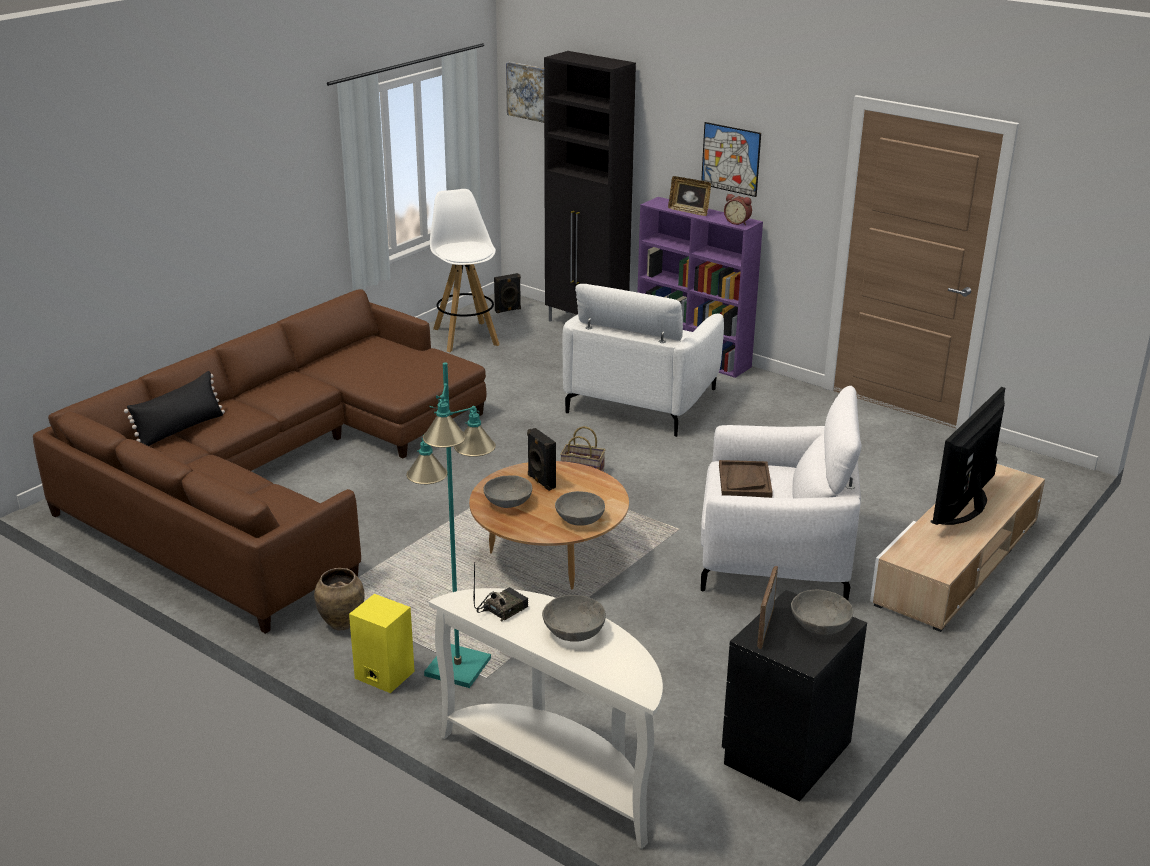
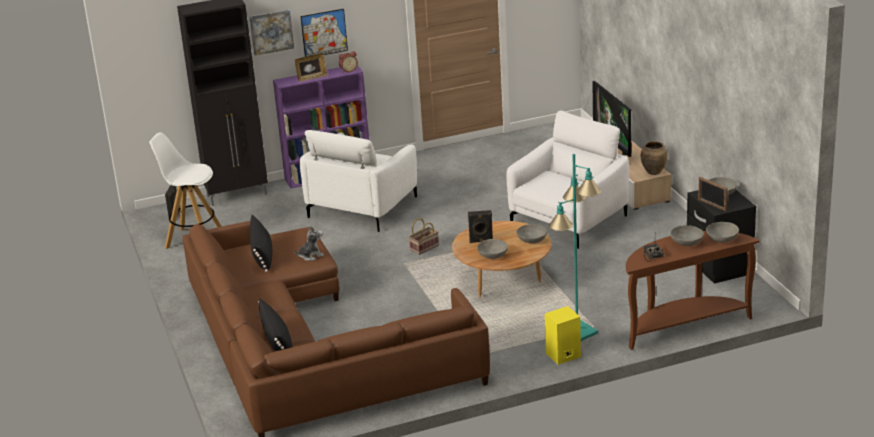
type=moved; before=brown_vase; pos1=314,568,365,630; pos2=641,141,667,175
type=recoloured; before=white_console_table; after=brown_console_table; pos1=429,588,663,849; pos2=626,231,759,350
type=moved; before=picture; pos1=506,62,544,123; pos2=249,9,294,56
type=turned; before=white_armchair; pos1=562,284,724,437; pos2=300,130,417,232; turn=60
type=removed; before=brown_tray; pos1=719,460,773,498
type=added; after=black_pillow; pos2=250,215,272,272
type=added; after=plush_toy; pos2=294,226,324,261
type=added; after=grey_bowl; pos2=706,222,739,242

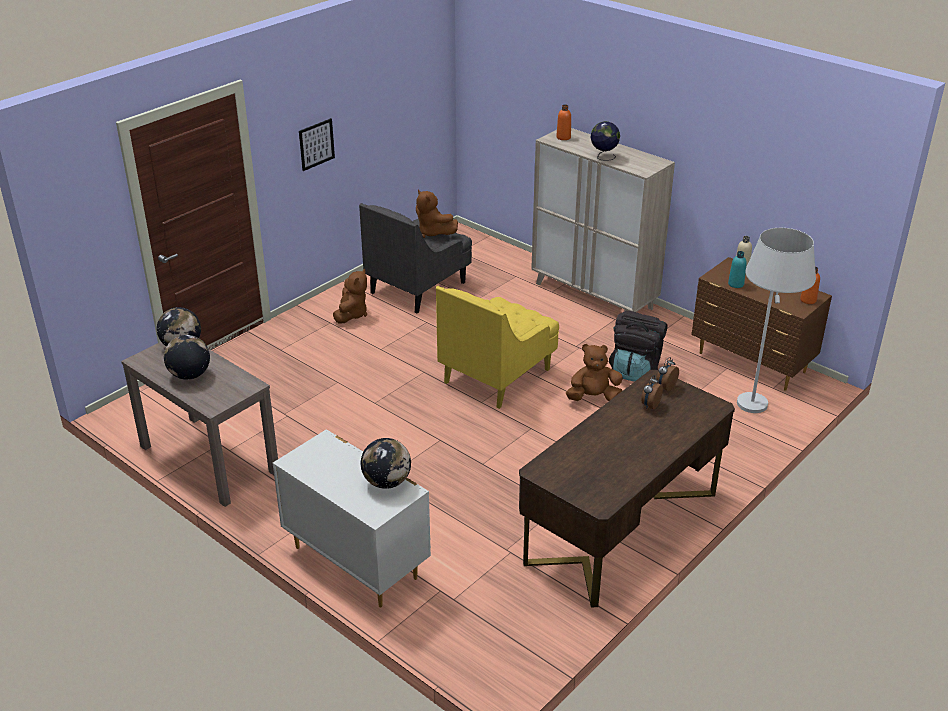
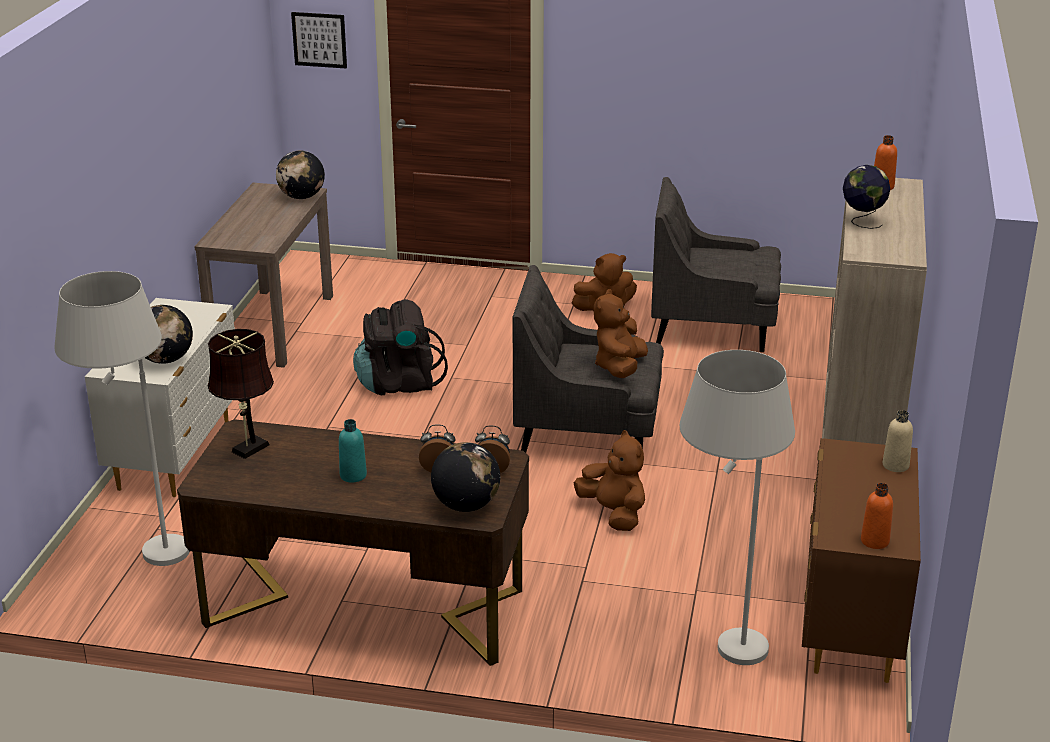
type=moved; before=globe; pos1=164,335,210,380; pos2=431,442,500,512
type=moved; before=picture; pos1=299,118,335,171; pos2=291,12,347,69
type=moved; before=brown_plush_toy; pos1=416,190,458,238; pos2=594,289,648,378
type=recoloured; before=yellow_armchair; after=grey_armchair; pos1=436,286,559,409; pos2=513,265,664,453
type=moved; before=black_backpack; pos1=609,311,667,382; pos2=353,299,448,395
type=moved; before=turquoise_bottle; pos1=728,251,747,288; pos2=339,419,367,482
type=added; after=white_floor_lamp; pos2=54,271,190,566
type=added; after=brown_table_lamp; pos2=208,329,274,459

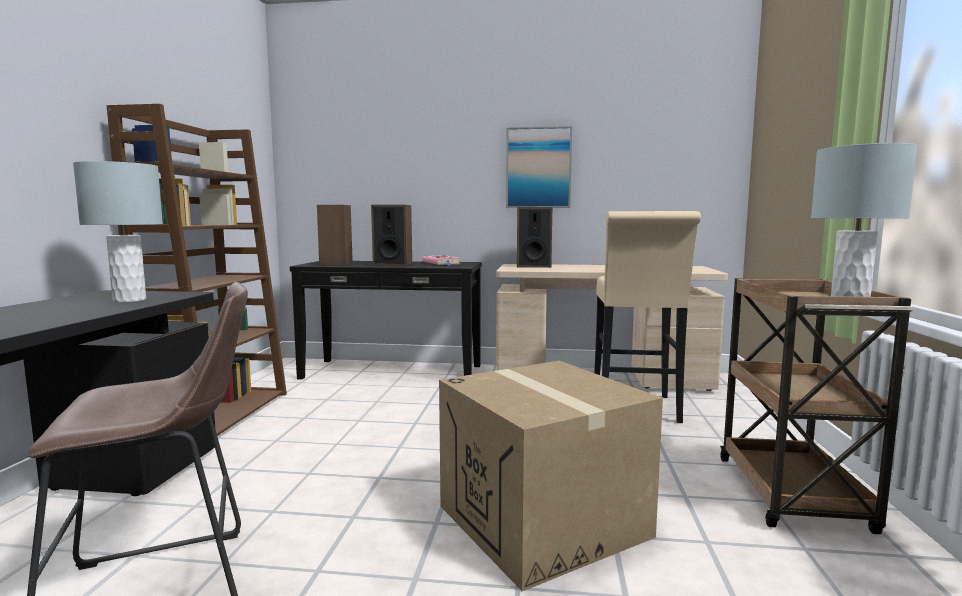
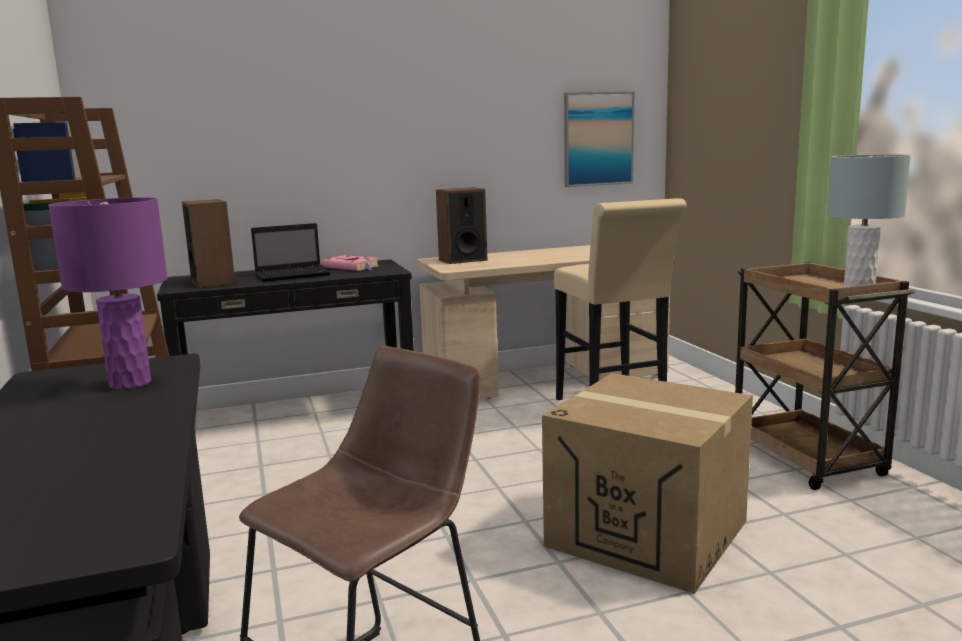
type=recoloured; before=grey_table_lamp; after=purple_table_lamp; pos1=73,161,163,302; pos2=48,197,168,390
type=replaced; before=speaker; after=laptop; pos1=371,205,412,266; pos2=251,223,330,282
type=moved; before=picture; pos1=506,126,572,208; pos2=564,92,634,187

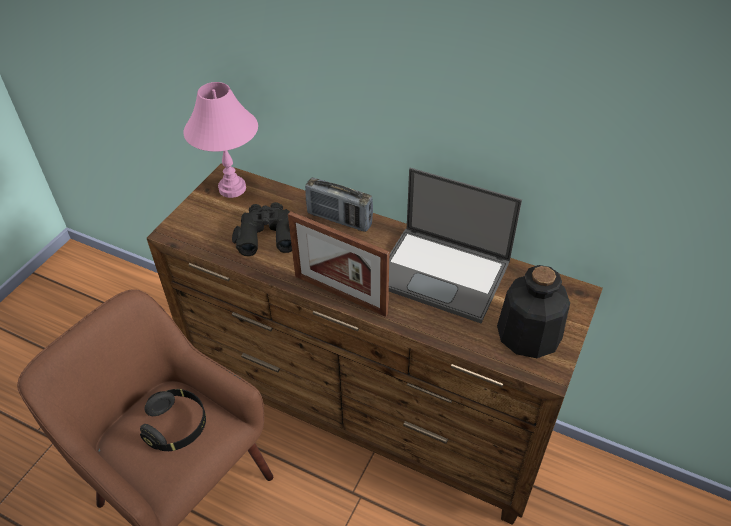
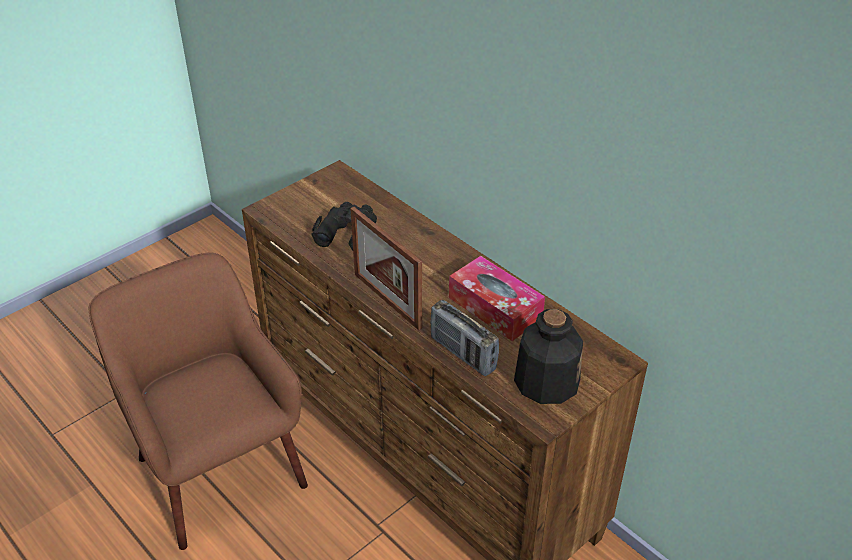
type=removed; before=black_headphones; pos1=140,389,206,452
type=removed; before=pink_table_lamp; pos1=184,82,258,198
type=moved; before=radio; pos1=305,177,373,232; pos2=430,300,499,376
type=replaced; before=laptop; after=tissue_box; pos1=389,168,522,323; pos2=449,256,545,341

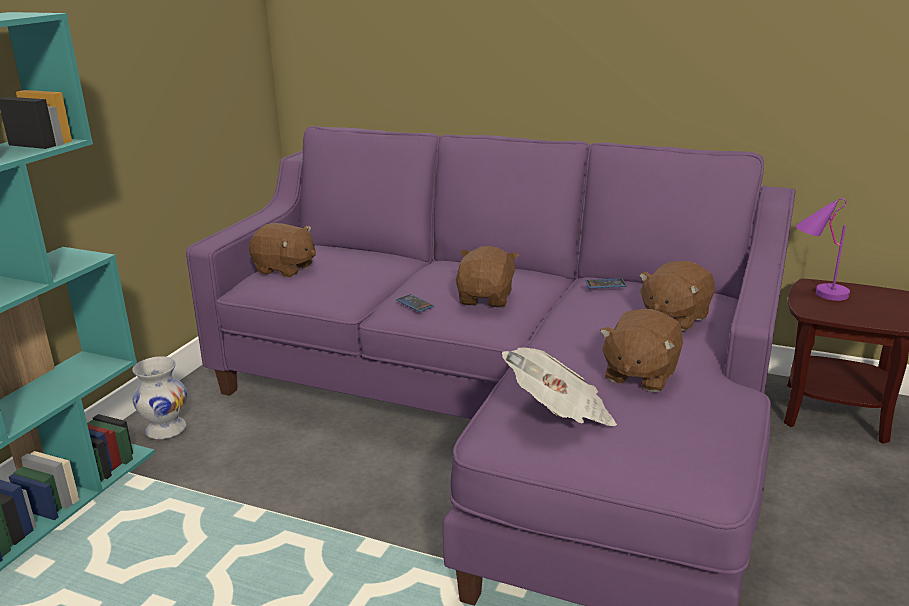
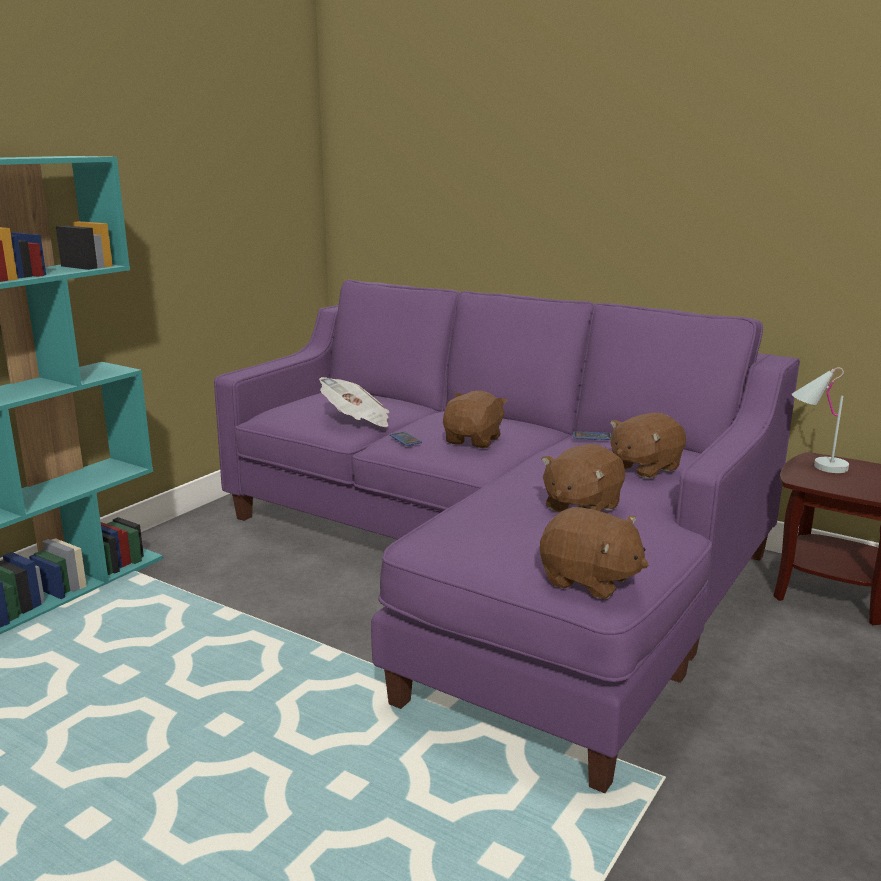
type=removed; before=white_vase; pos1=132,356,187,439
type=moved; before=brown_plush_toy; pos1=249,223,316,277; pos2=540,507,648,599
type=moved; before=newspaper; pos1=502,348,617,426; pos2=319,377,389,427
type=recoloured; before=purple_table_lamp; after=white_table_lamp; pos1=795,198,850,301; pos2=792,367,849,473

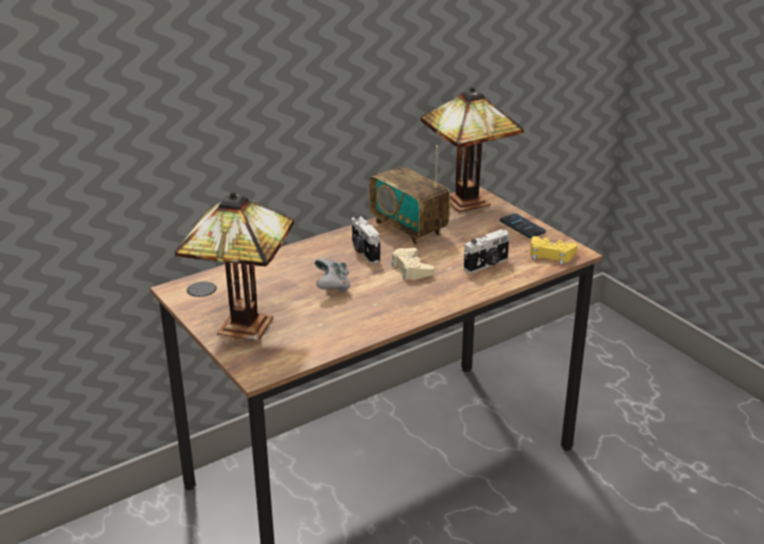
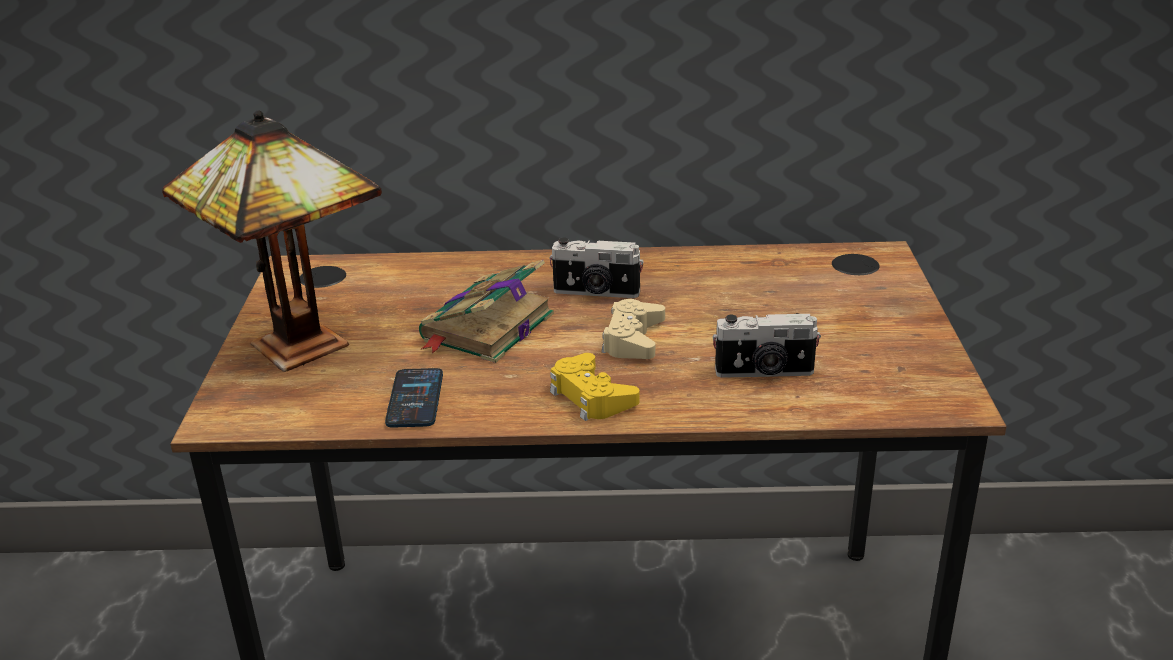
type=replaced; before=grey_game_controller; after=book; pos1=315,258,351,293; pos2=419,260,554,363
type=turned; before=photo_camera; pos1=352,214,380,264; pos2=549,237,644,298; turn=-90
type=removed; before=radio; pos1=369,145,450,245
type=removed; before=table_lamp; pos1=420,86,524,212
type=moved; before=phone; pos1=500,214,546,238; pos2=385,368,443,428
type=moved; before=yellow_game_controller; pos1=530,236,578,264; pos2=550,353,639,421

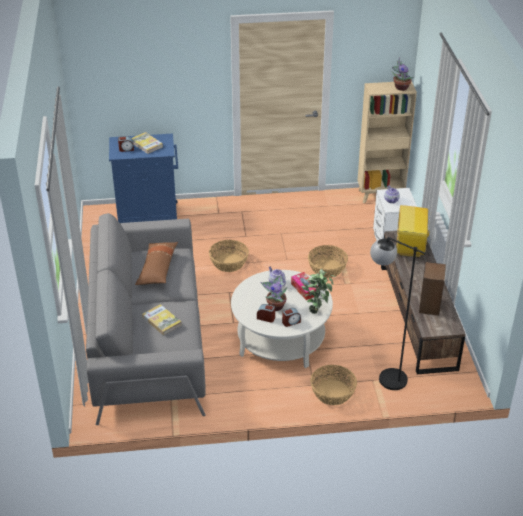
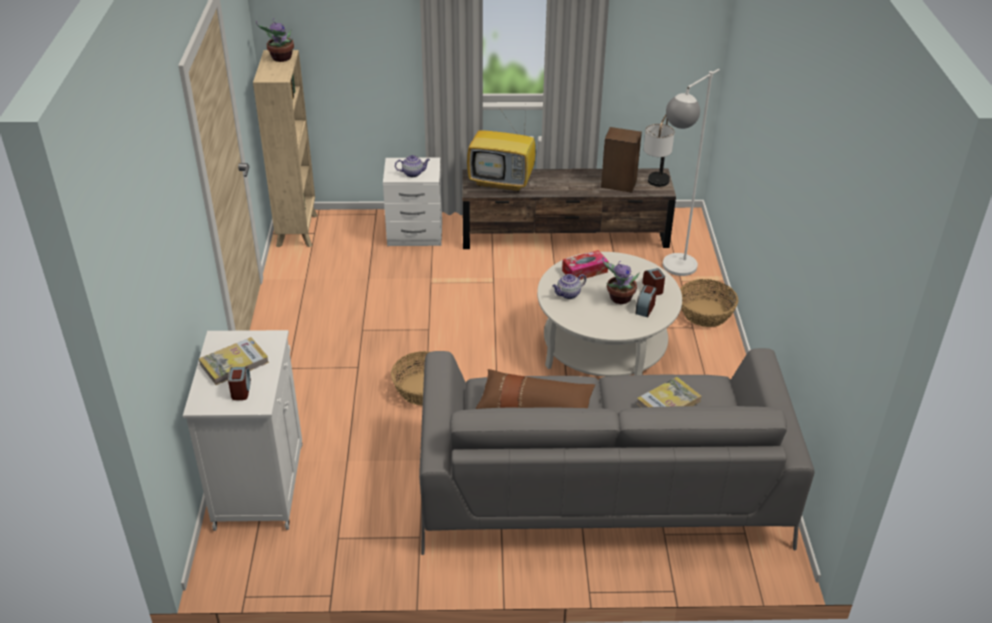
type=recoloured; before=blue_cabinet; after=white_cabinet; pos1=109,134,178,223; pos2=183,330,303,531
type=removed; before=potted_plant; pos1=301,269,335,314
type=removed; before=basket; pos1=308,245,348,278
type=recoloured; before=black_floor_lamp; after=white_floor_lamp; pos1=370,237,426,390; pos2=663,69,720,276
type=added; after=table_lamp; pos2=644,115,675,187

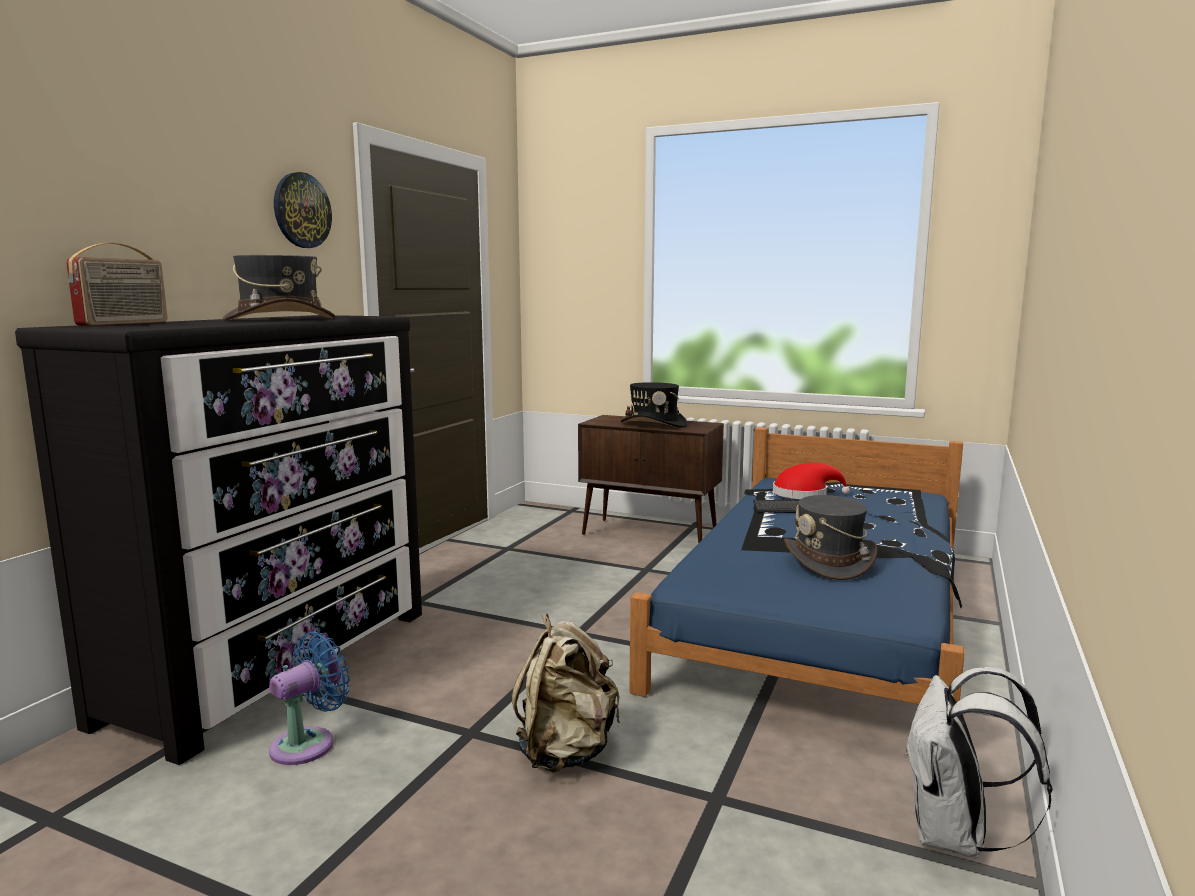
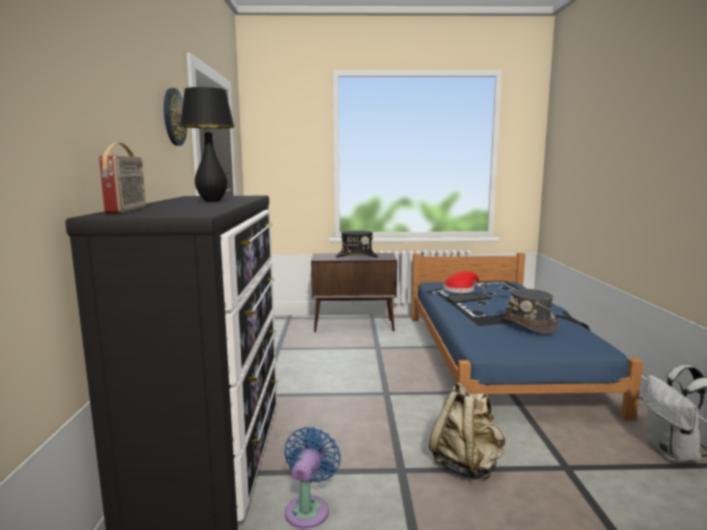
type=replaced; before=grey_hat; after=black_table_lamp; pos1=222,255,336,321; pos2=180,87,234,202

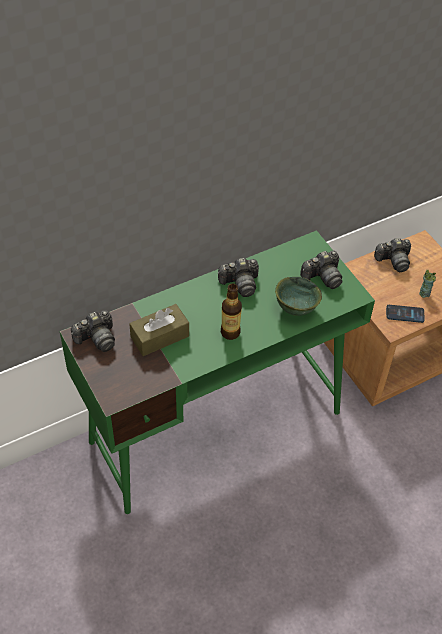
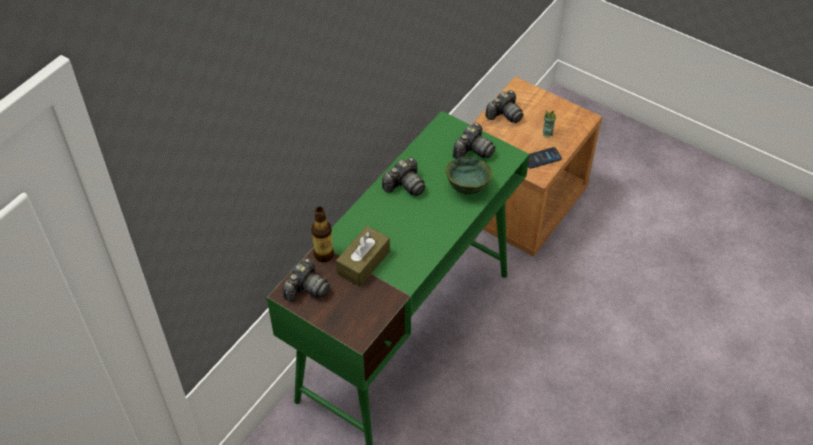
type=moved; before=bottle; pos1=221,284,242,340; pos2=311,207,334,262

